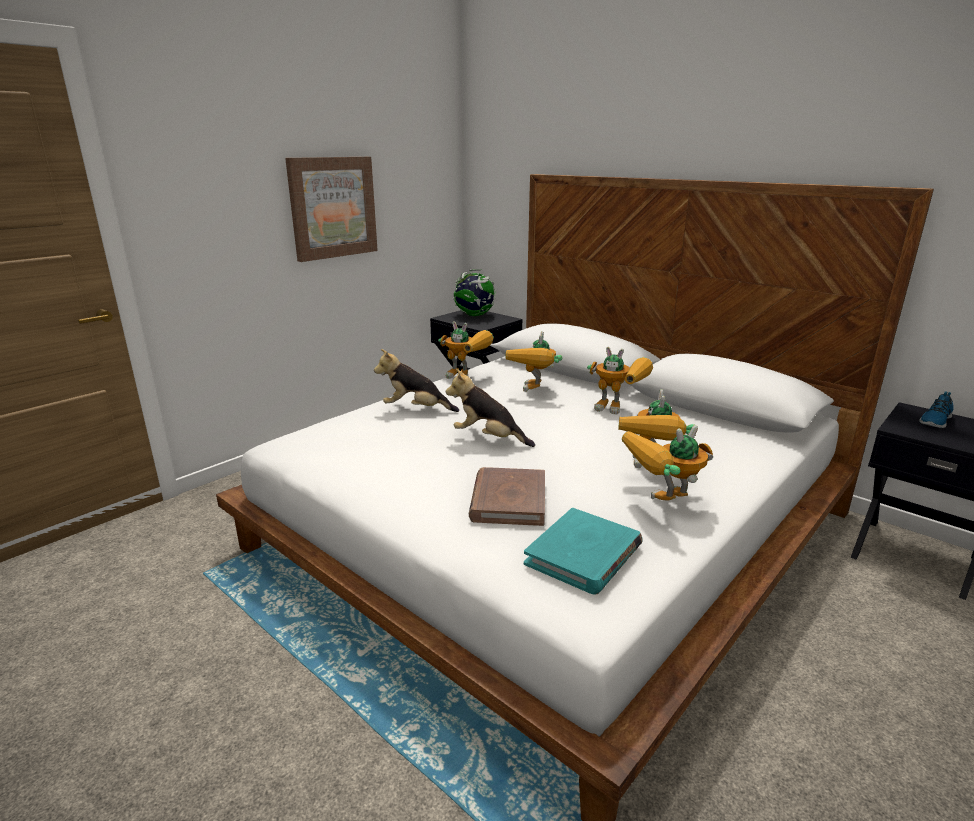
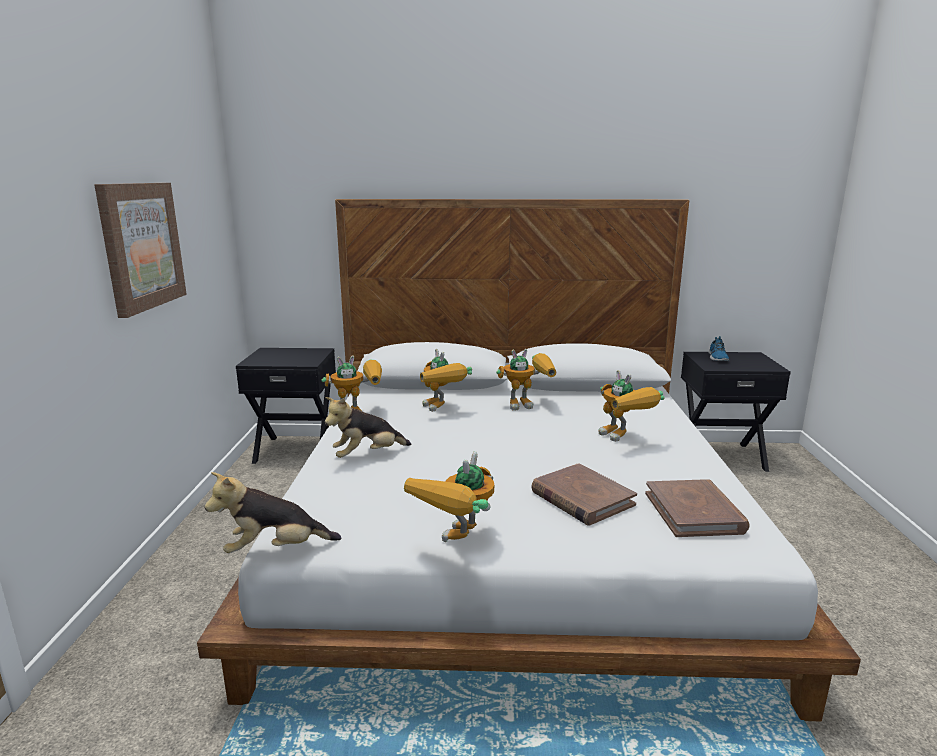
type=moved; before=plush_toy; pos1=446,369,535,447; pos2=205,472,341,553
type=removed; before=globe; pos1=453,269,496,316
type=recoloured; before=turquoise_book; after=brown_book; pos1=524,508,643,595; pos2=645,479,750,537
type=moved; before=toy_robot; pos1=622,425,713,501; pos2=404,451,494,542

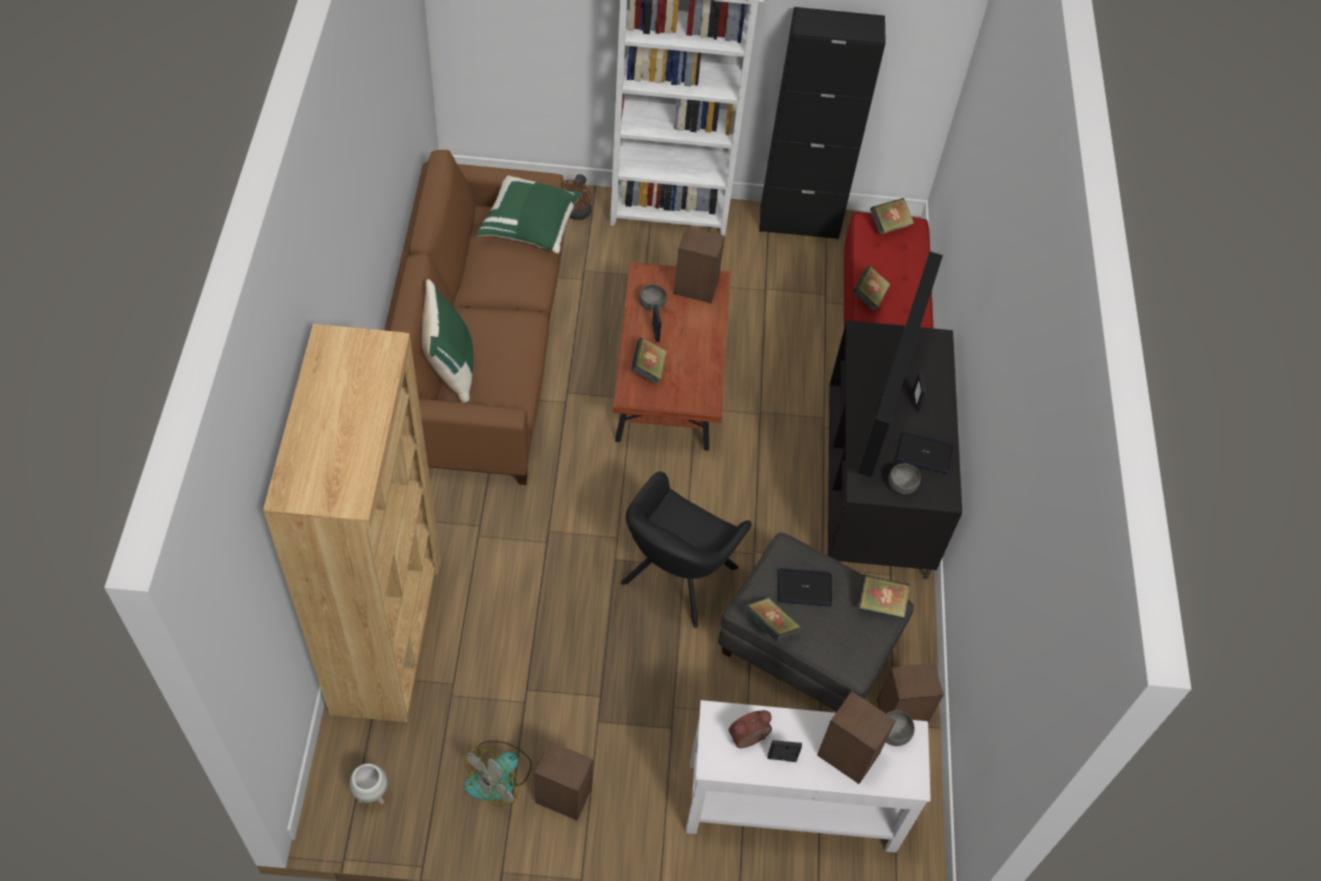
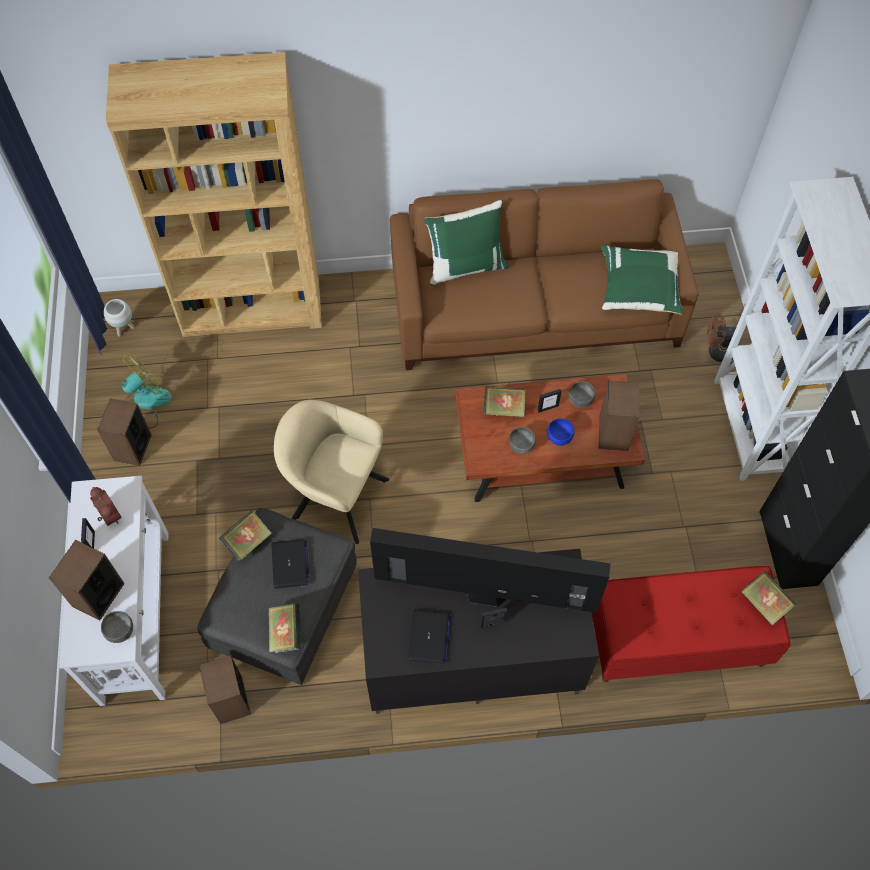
type=turned; before=fan; pos1=464,741,532,807; pos2=122,352,172,429; turn=105
type=recoloured; before=black_armchair; after=beige_armchair; pos1=621,472,751,628; pos2=274,400,389,544
type=removed; before=book; pos1=853,266,890,311
type=moved; before=grey_bowl; pos1=888,463,921,494; pos2=509,427,536,454
type=added; after=blue_bowl; pos2=547,418,574,446

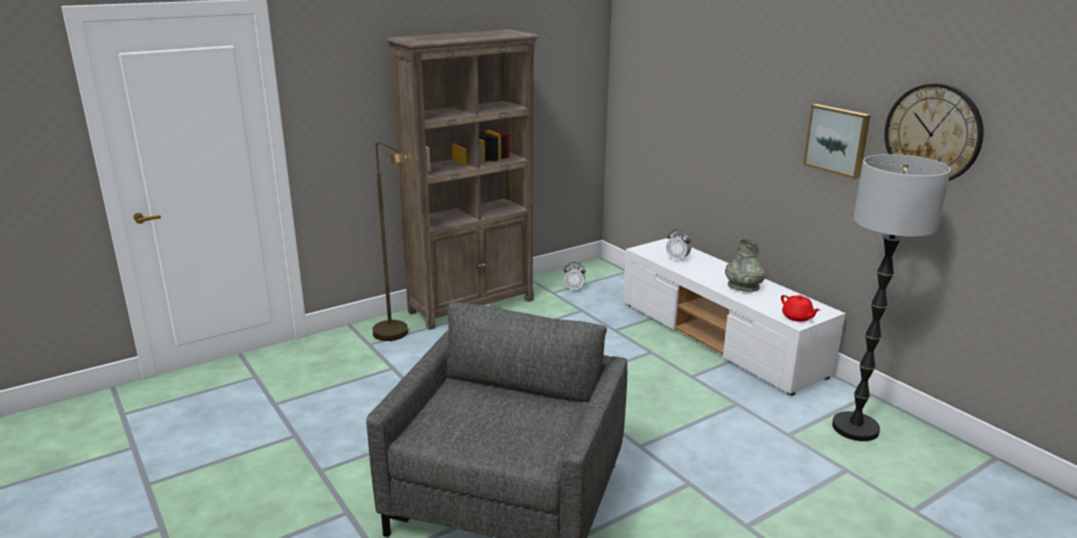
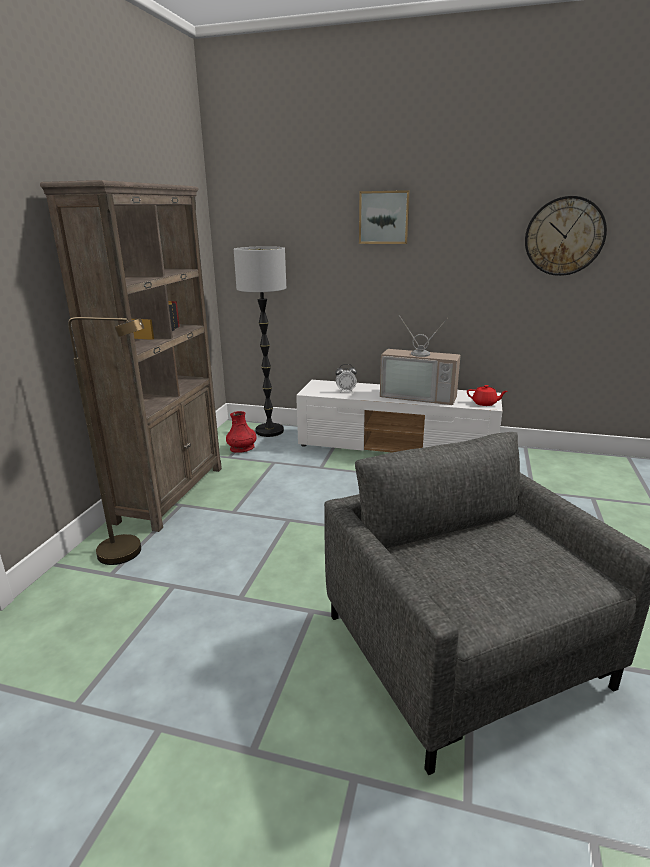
type=replaced; before=alarm_clock; after=red_vase; pos1=564,262,586,291; pos2=226,411,257,453
type=replaced; before=grey_vase; after=television; pos1=725,239,765,292; pos2=380,315,461,405
type=moved; before=picture; pos1=803,104,870,179; pos2=359,190,410,244
type=moved; before=floor_lamp; pos1=832,154,951,441; pos2=234,246,286,437

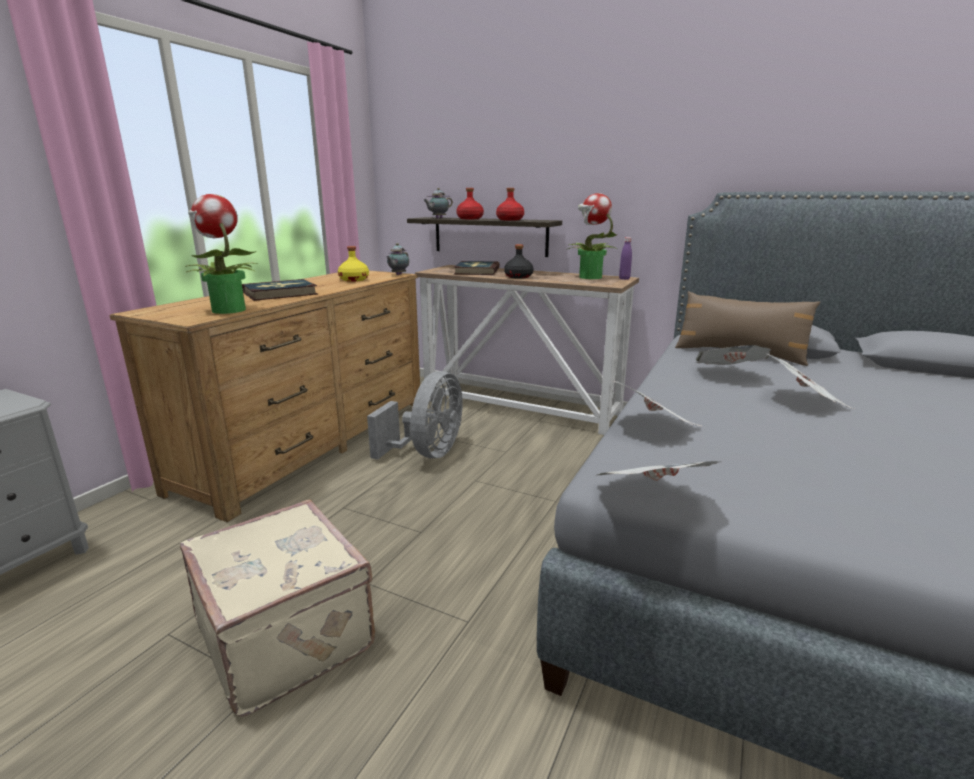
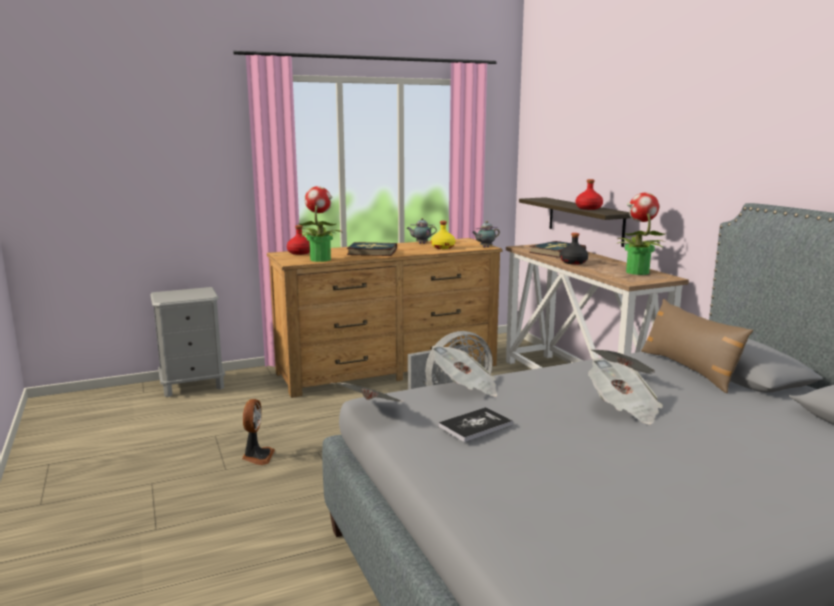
type=replaced; before=beige_suitcase; after=fan; pos1=180,500,375,717; pos2=242,399,275,465
type=moved; before=teapot; pos1=423,188,453,218; pos2=407,218,437,244
type=moved; before=red_bottle; pos1=456,188,484,219; pos2=287,225,310,255
type=removed; before=purple_bottle; pos1=619,237,632,280
type=added; after=book; pos2=438,407,513,442

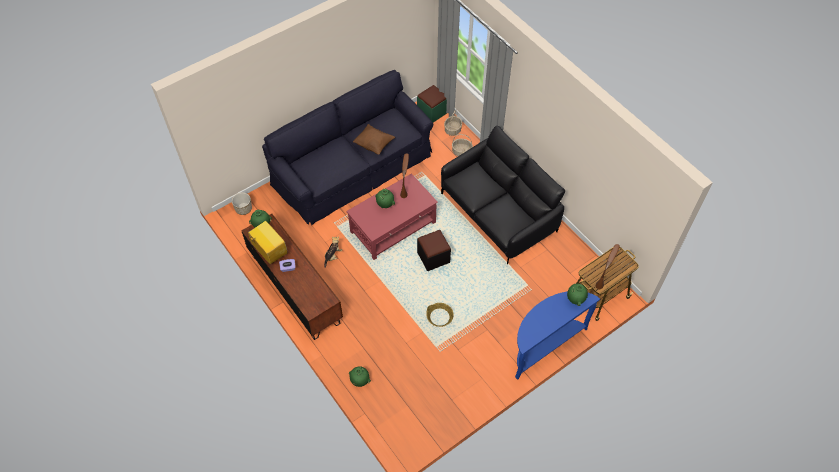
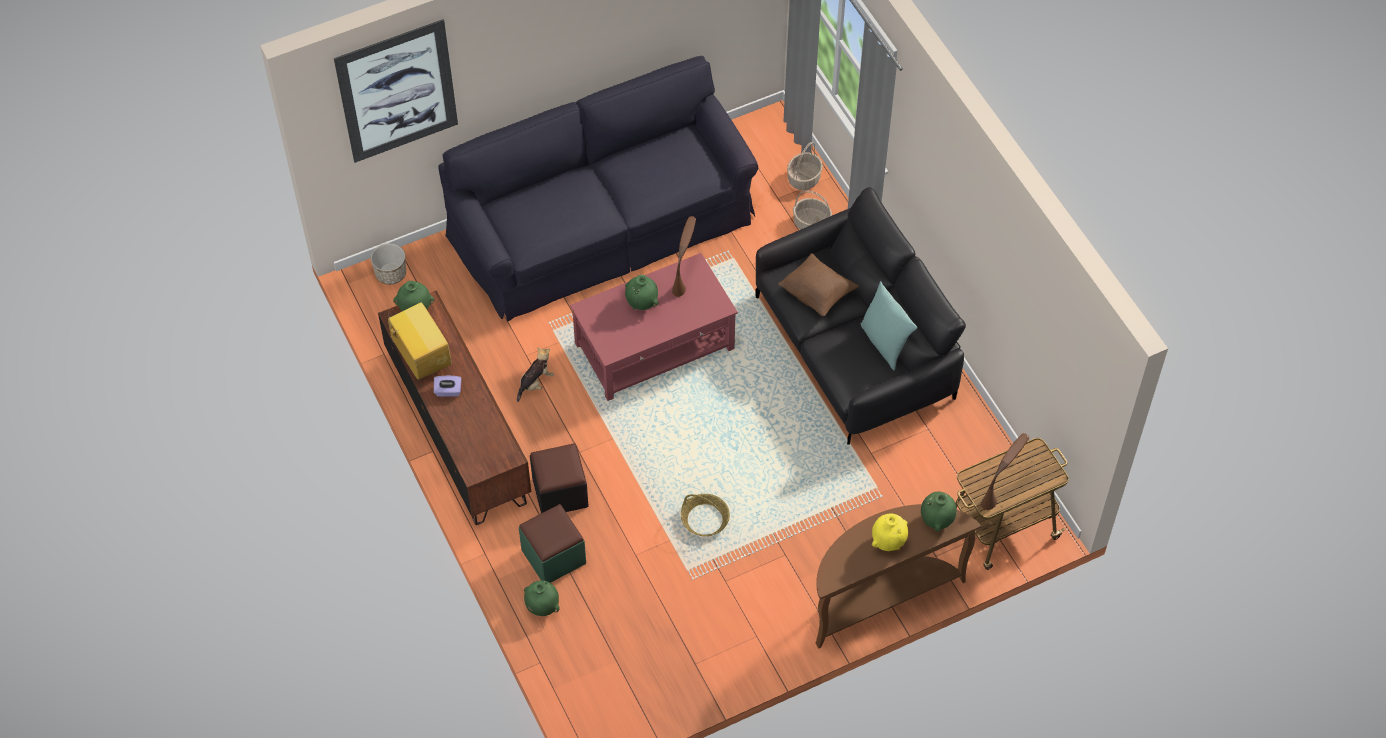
type=moved; before=brown_pillow; pos1=353,124,395,155; pos2=778,253,859,316
type=moved; before=green_ottoman; pos1=417,85,447,123; pos2=519,504,586,583
type=moved; before=black_ottoman; pos1=417,230,451,271; pos2=530,443,588,513
type=recoloured; before=blue_console_table; after=brown_console_table; pos1=515,291,600,380; pos2=815,504,981,649
type=added; after=picture; pos2=334,19,458,163
type=added; after=turquoise_pillow; pos2=861,281,917,370
type=added; after=yellow_vase; pos2=872,513,908,551

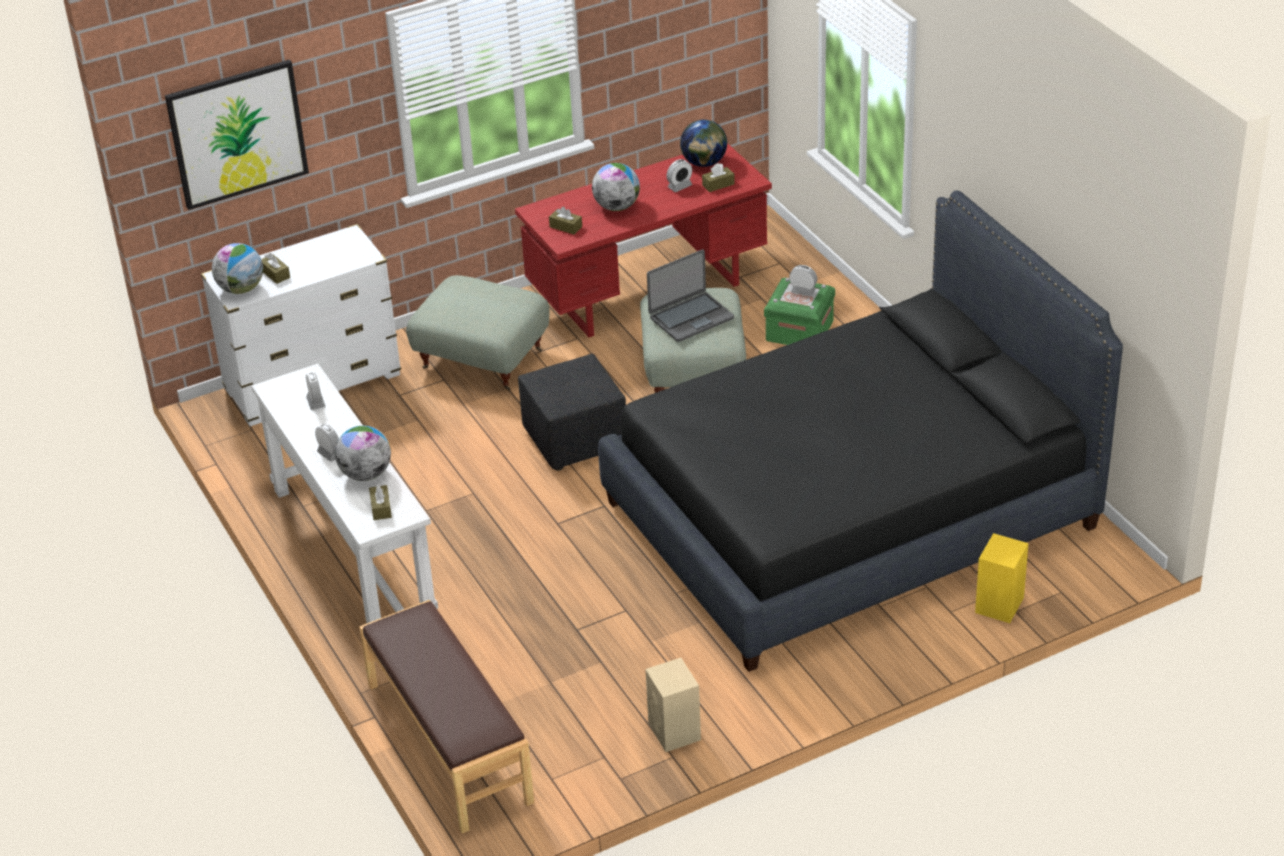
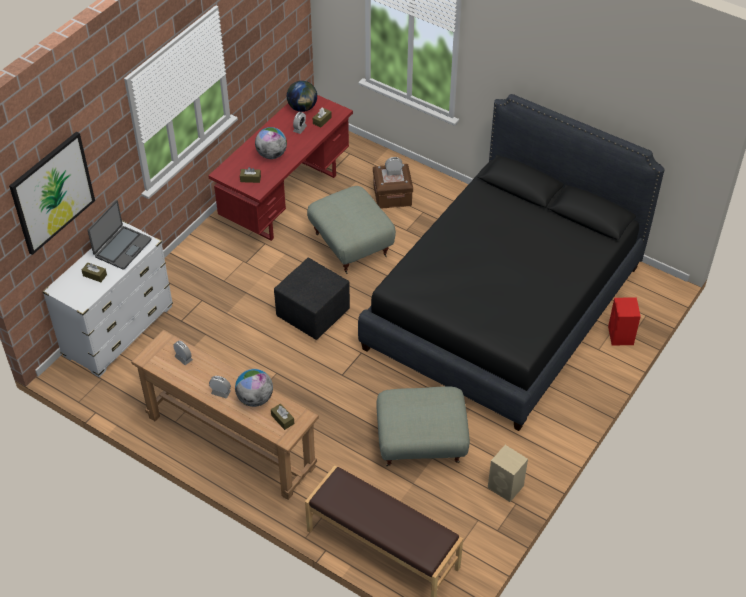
type=removed; before=globe; pos1=212,243,263,294
type=recoloured; before=white_console_table; after=brown_console_table; pos1=252,363,438,624; pos2=131,330,319,500
type=moved; before=grey_ottoman; pos1=406,275,549,390; pos2=376,387,470,466
type=moved; before=laptop; pos1=647,249,734,342; pos2=88,200,152,270
type=recoloured; before=green_storage_box; after=brown_storage_box; pos1=764,278,835,345; pos2=373,164,413,209
type=recoloured; before=yellow_speaker; after=red_speaker; pos1=975,533,1028,623; pos2=608,297,641,346

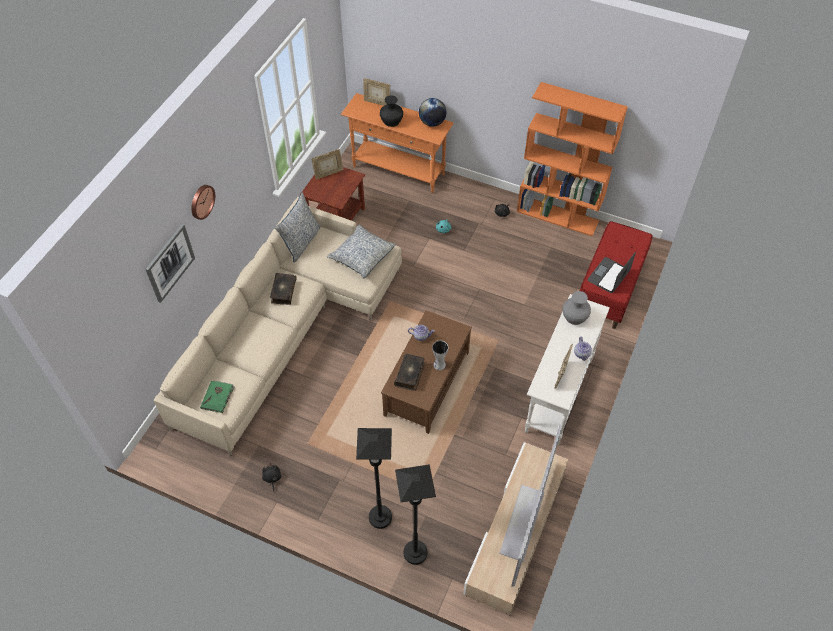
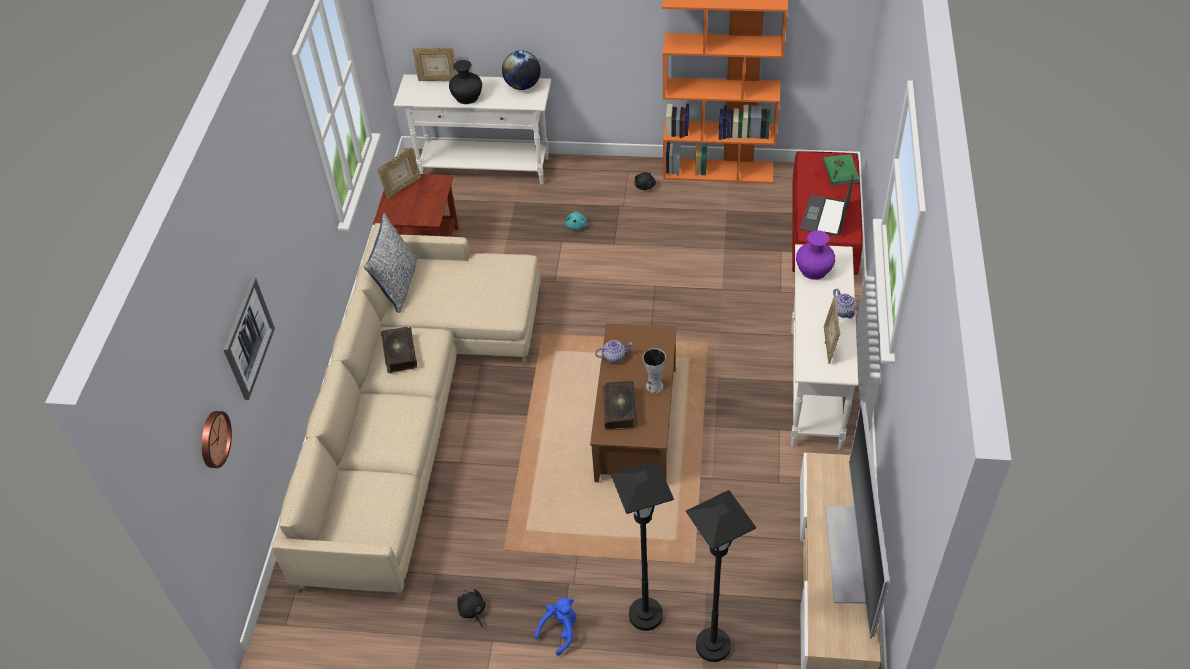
type=moved; before=wall_clock; pos1=191,185,215,220; pos2=201,411,232,468
type=moved; before=green_book; pos1=200,381,235,413; pos2=823,154,860,186
type=removed; before=pillow; pos1=327,224,396,279
type=recoloured; before=orange_console_table; after=white_console_table; pos1=341,93,454,193; pos2=393,74,551,185
type=recoloured; before=grey_vase; after=purple_vase; pos1=562,291,591,325; pos2=796,230,835,280
type=added; after=blue_plush_toy; pos2=534,598,577,656

